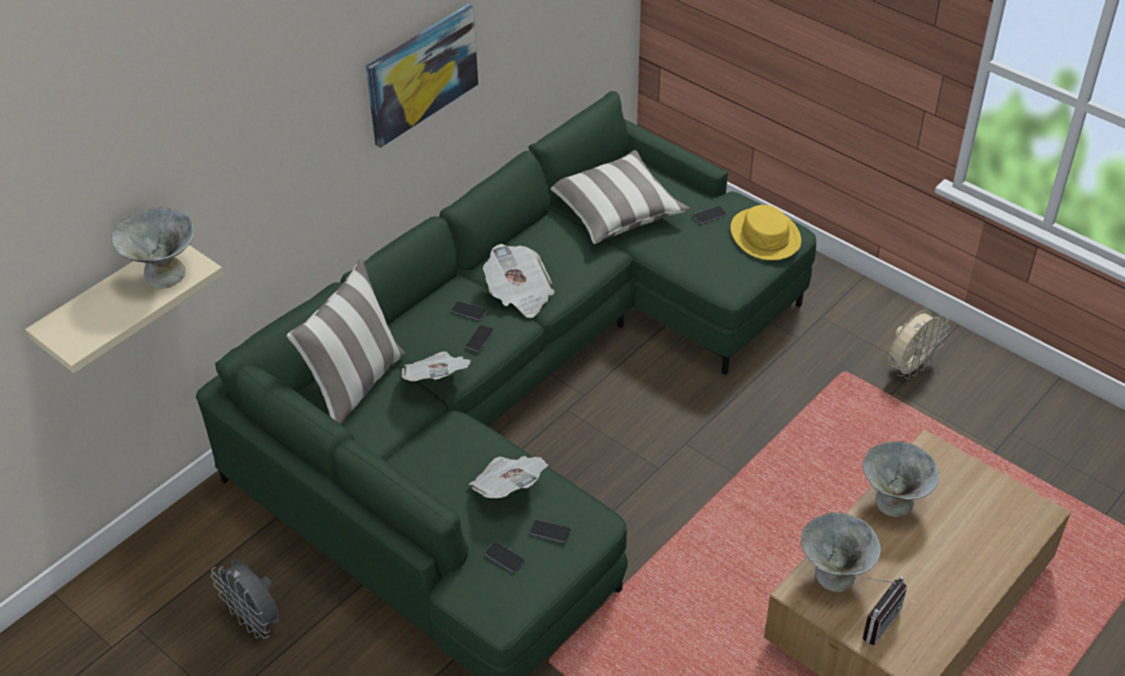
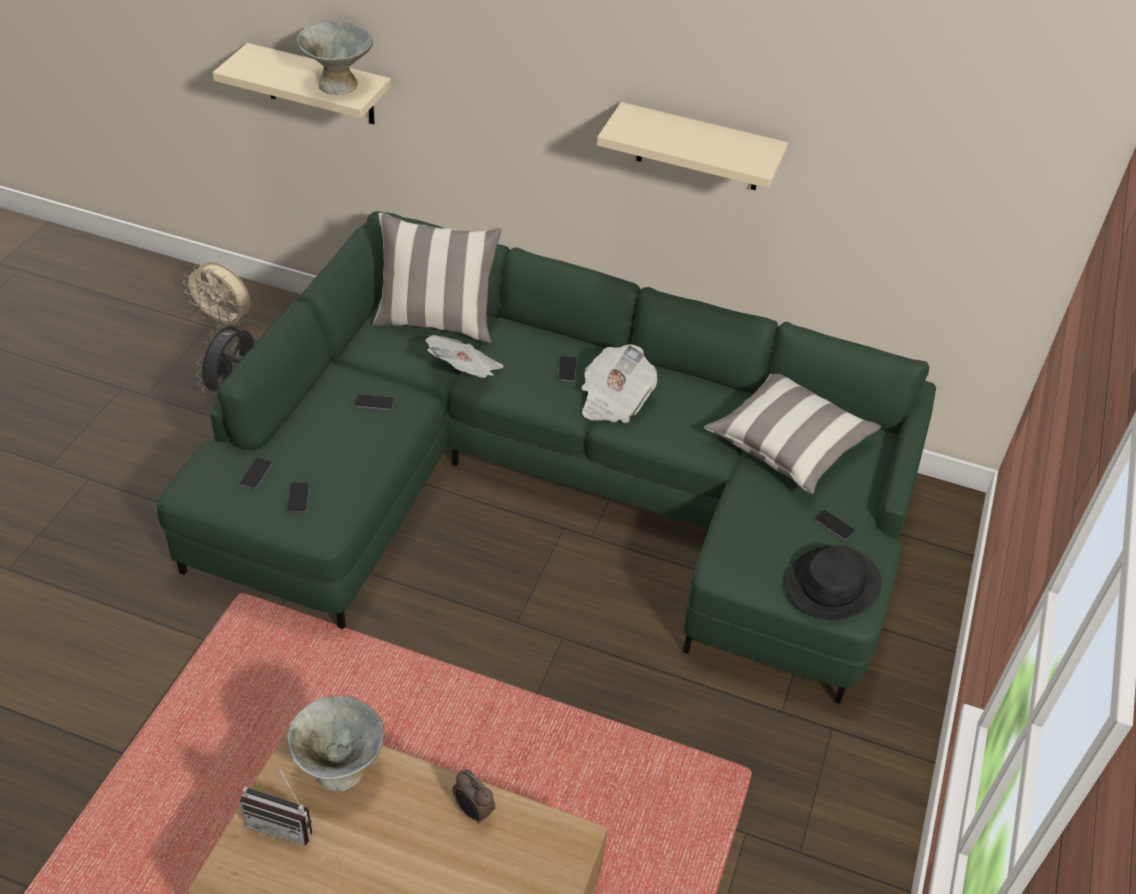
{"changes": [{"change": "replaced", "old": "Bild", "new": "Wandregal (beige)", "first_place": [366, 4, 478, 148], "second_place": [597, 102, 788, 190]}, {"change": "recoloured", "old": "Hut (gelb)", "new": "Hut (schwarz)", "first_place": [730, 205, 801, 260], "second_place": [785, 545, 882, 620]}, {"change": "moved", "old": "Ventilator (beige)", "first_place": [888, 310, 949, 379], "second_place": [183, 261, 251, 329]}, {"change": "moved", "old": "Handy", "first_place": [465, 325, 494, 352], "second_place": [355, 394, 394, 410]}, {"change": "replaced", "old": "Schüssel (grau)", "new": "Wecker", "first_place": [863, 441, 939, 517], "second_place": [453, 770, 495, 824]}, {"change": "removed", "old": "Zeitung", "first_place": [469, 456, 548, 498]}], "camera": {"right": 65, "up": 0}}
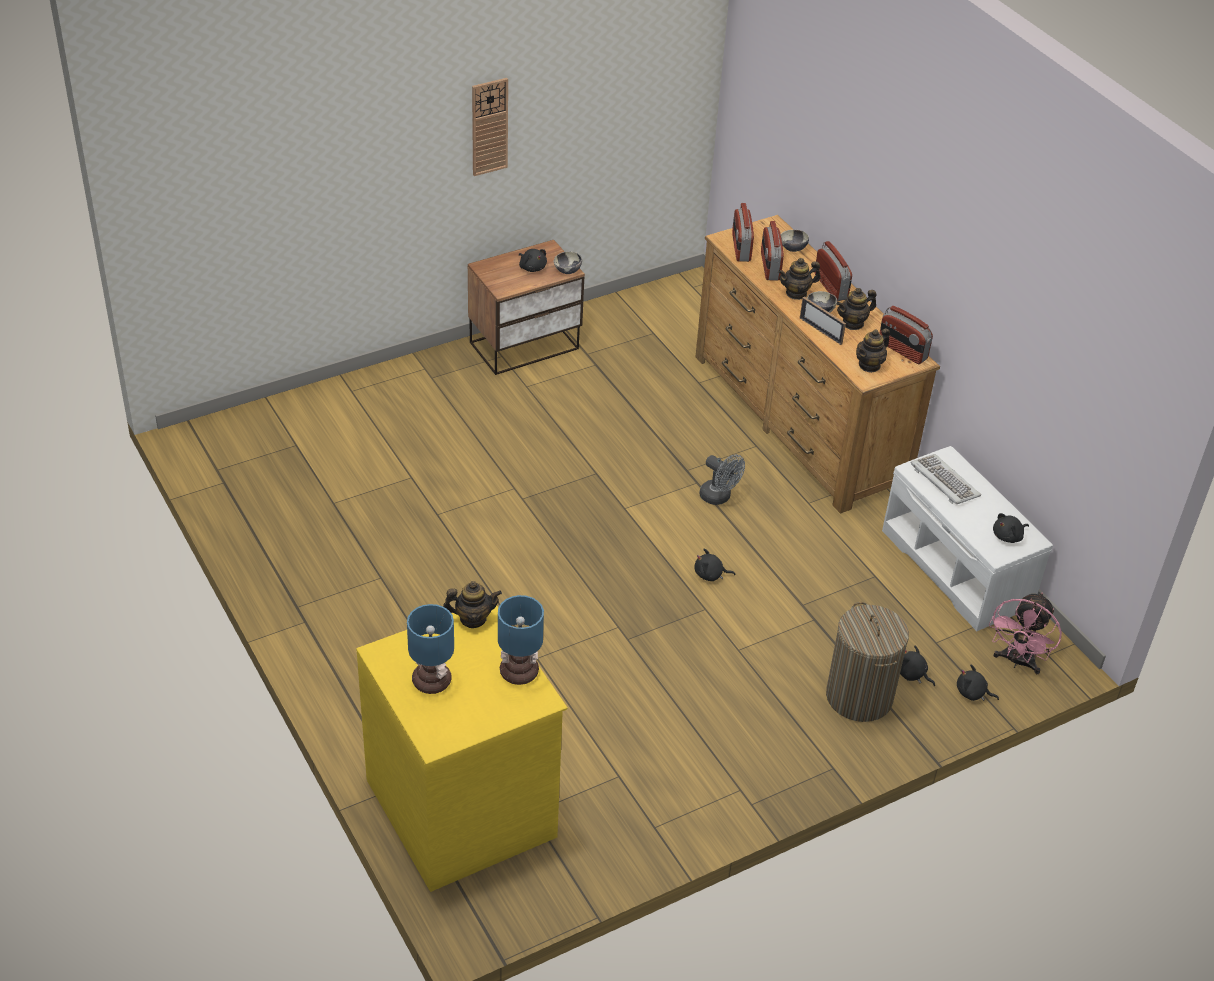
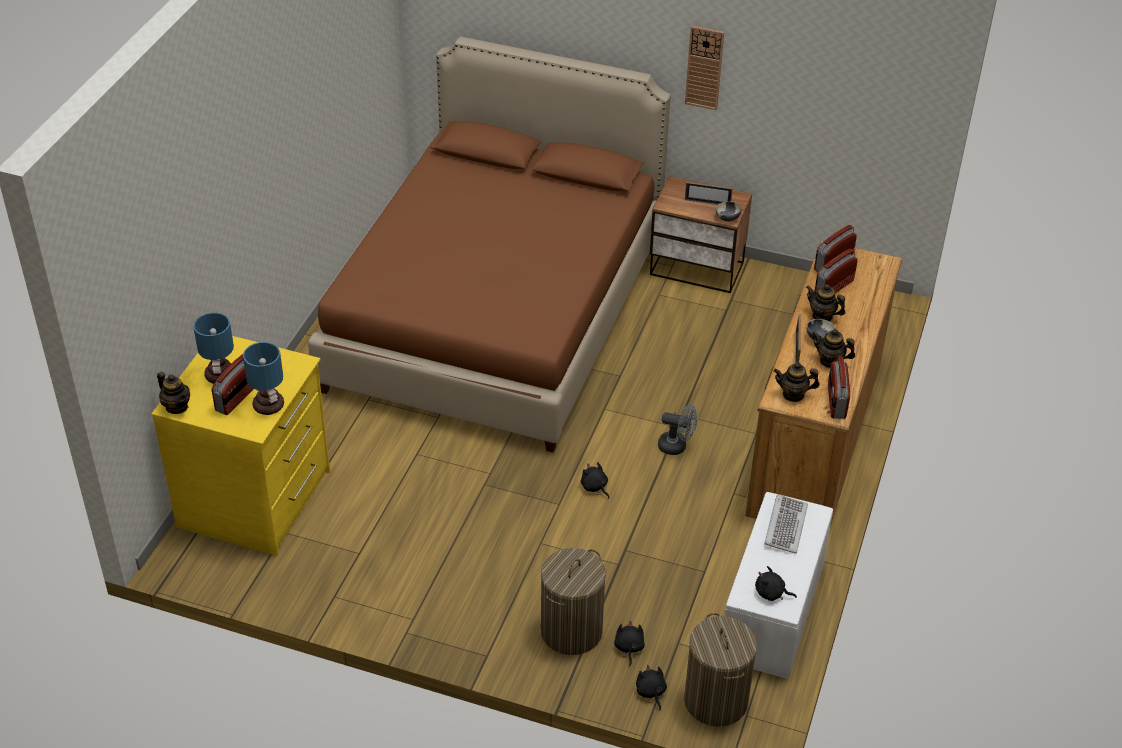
{"changes": [{"change": "removed", "old": "Schüssel", "first_place": [781, 230, 809, 252]}, {"change": "moved", "old": "Radio", "first_place": [815, 241, 852, 301], "second_place": [212, 354, 254, 415]}, {"change": "replaced", "old": "Plüschtier (schwarz)", "new": "Bilderrahmen", "first_place": [519, 249, 547, 272], "second_place": [685, 182, 732, 205]}, {"change": "turned", "old": "Ventilator (grau)", "first_place": [699, 454, 745, 505], "second_place": [658, 404, 697, 455], "degrees": -75}, {"change": "moved", "old": "Teekanne", "first_place": [443, 581, 502, 628], "second_place": [157, 372, 190, 414]}, {"change": "replaced", "old": "Ventilator (rosa)", "new": "Wäschekorb", "first_place": [989, 592, 1062, 674], "second_place": [684, 613, 757, 727]}, {"change": "added", "new": "Bett (braun)", "second_place": [308, 37, 671, 453]}], "camera": {"right": 50, "up": 0}}
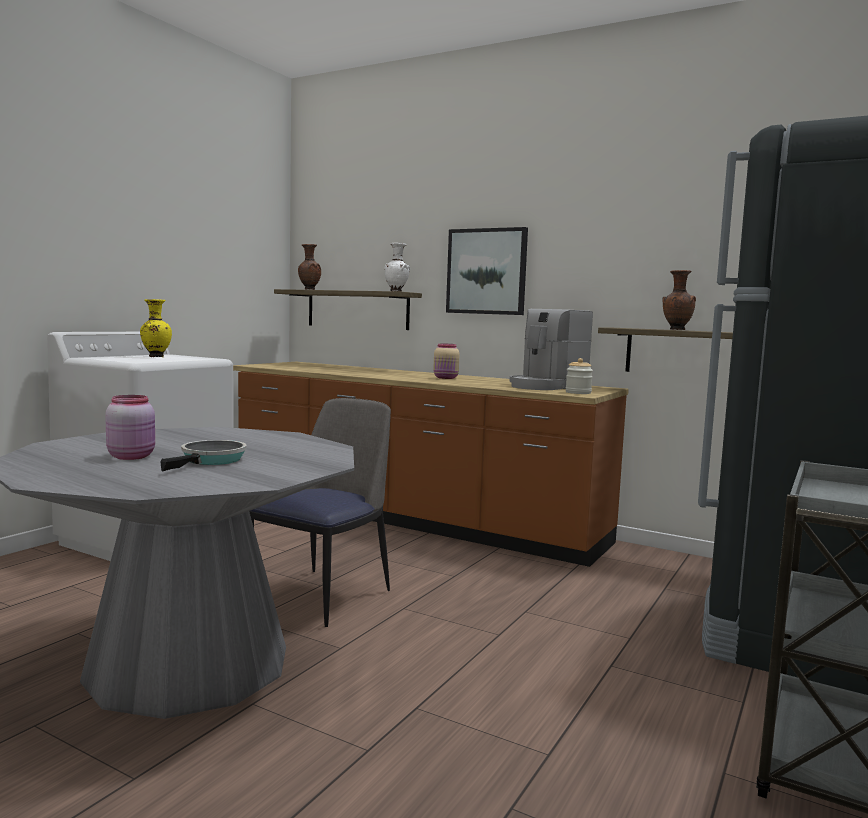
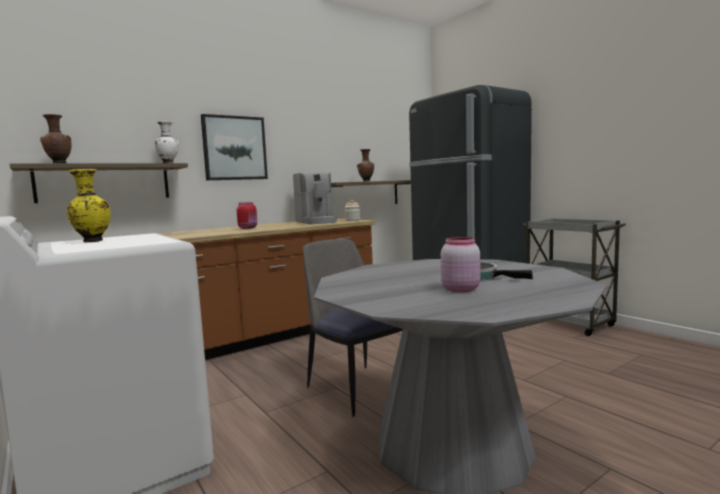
{"changes": [{"change": "recoloured", "old": "Vorratsglas (beige)", "new": "Vorratsglas (rot)", "first_place": [433, 343, 459, 379], "second_place": [237, 202, 257, 229]}], "camera": {"right": -65, "up": 0}}
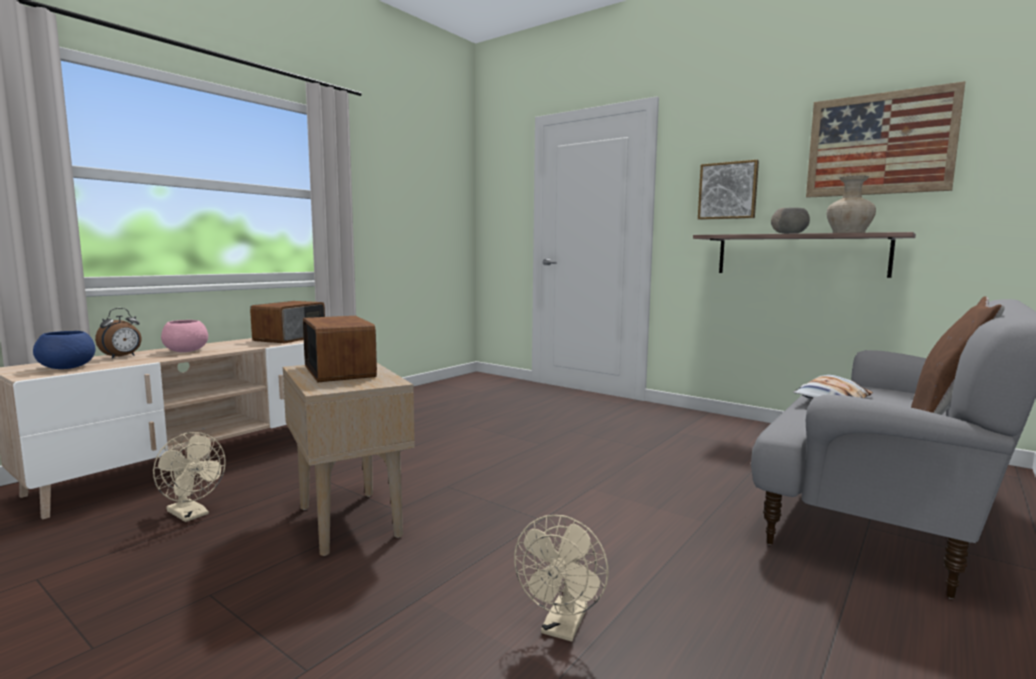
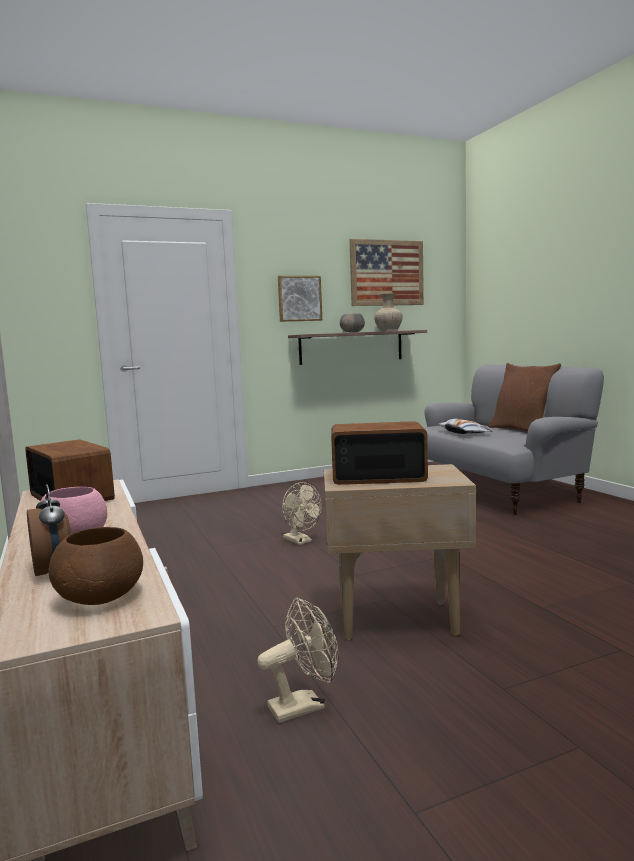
{"changes": [{"change": "recoloured", "old": "Schüssel (blau)", "new": "Schüssel (braun)", "first_place": [33, 331, 95, 369], "second_place": [48, 527, 143, 605]}, {"change": "moved", "old": "Ventilator (beige)", "first_place": [514, 515, 608, 641], "second_place": [282, 482, 322, 545]}], "camera": {"right": -60, "up": 0}}
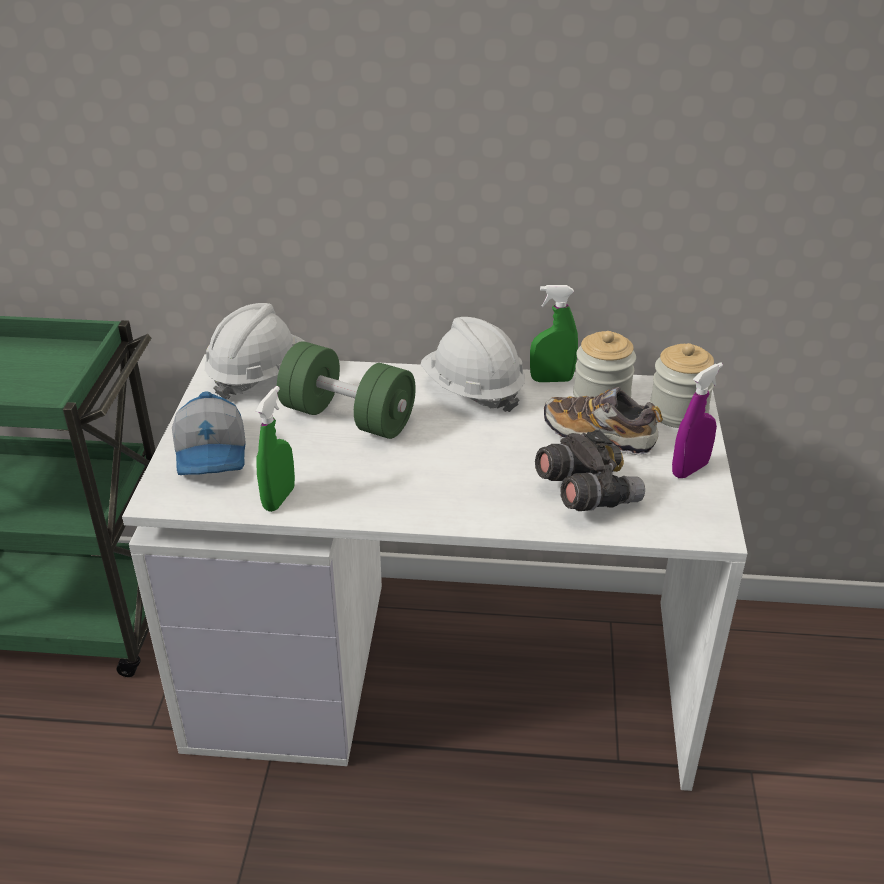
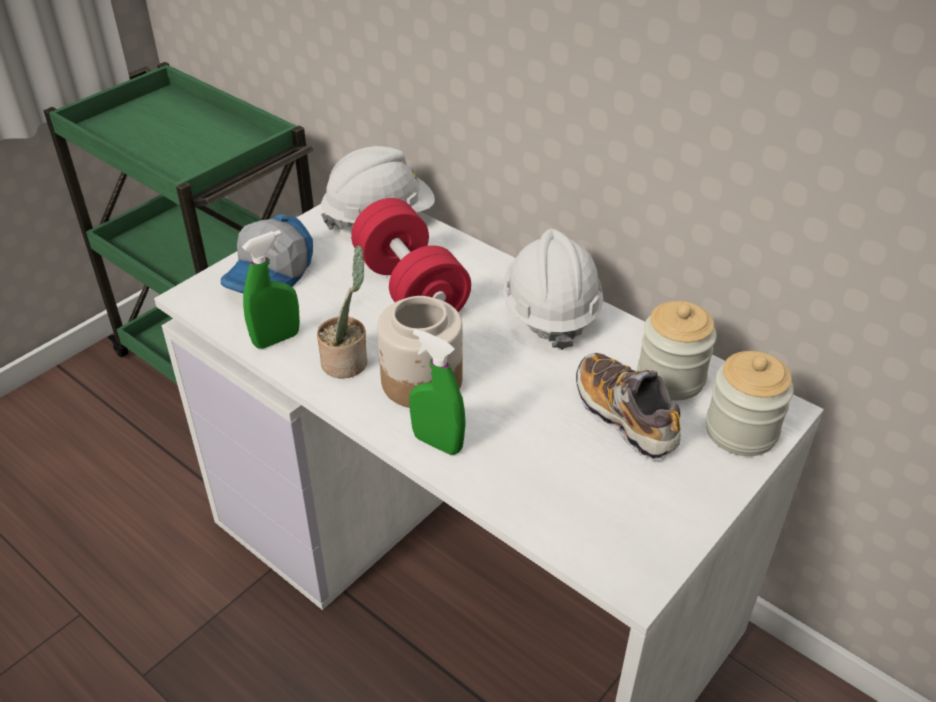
{"changes": [{"change": "moved", "old": "Sprühflasche (grün)", "first_place": [530, 285, 578, 382], "second_place": [410, 329, 466, 455]}, {"change": "recoloured", "old": "Hantel (grün)", "new": "Hantel (rot)", "first_place": [277, 341, 416, 439], "second_place": [351, 198, 471, 312]}, {"change": "removed", "old": "Sprühflasche (lila)", "first_place": [672, 362, 723, 478]}, {"change": "removed", "old": "Fernglas (grau)", "first_place": [535, 429, 645, 511]}, {"change": "added", "new": "Topfpflanze", "second_place": [317, 245, 367, 378]}, {"change": "added", "new": "Vorratsglas", "second_place": [377, 296, 463, 408]}], "camera": {"right": 35, "up": 5}}
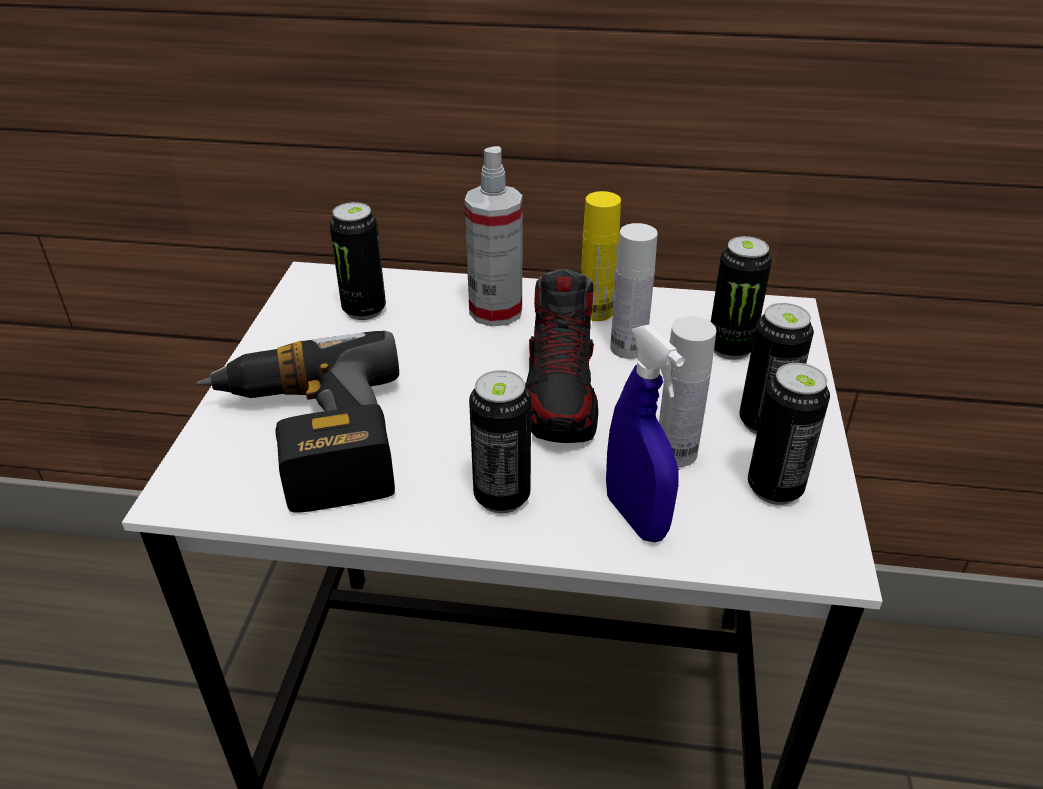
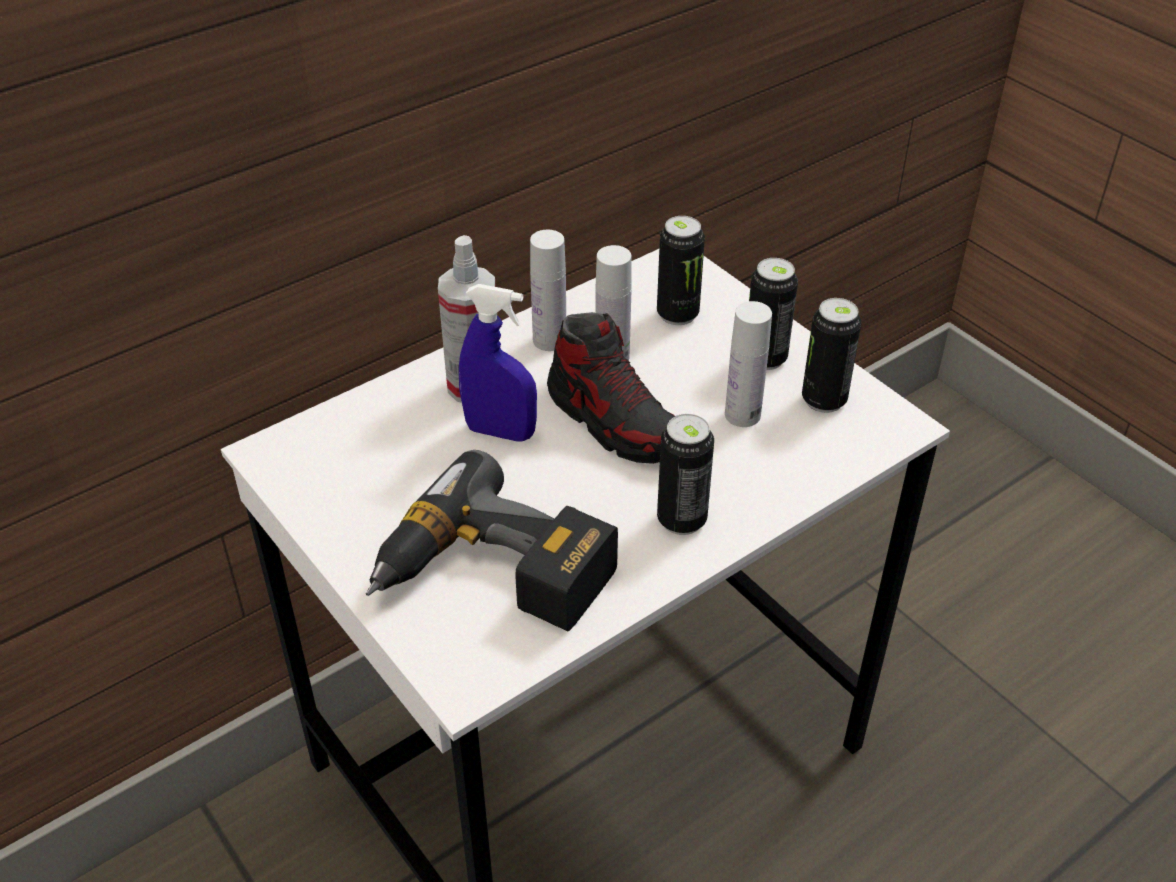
{"changes": [{"change": "recoloured", "old": "Flasche (gelb)", "new": "Flasche (weiß)", "first_place": [581, 191, 621, 321], "second_place": [530, 230, 566, 351]}, {"change": "removed", "old": "Dose", "first_place": [330, 202, 386, 320]}, {"change": "moved", "old": "Sprühflasche (blau)", "first_place": [606, 325, 685, 542], "second_place": [459, 284, 537, 442]}], "camera": {"right": -45, "up": 5}}
